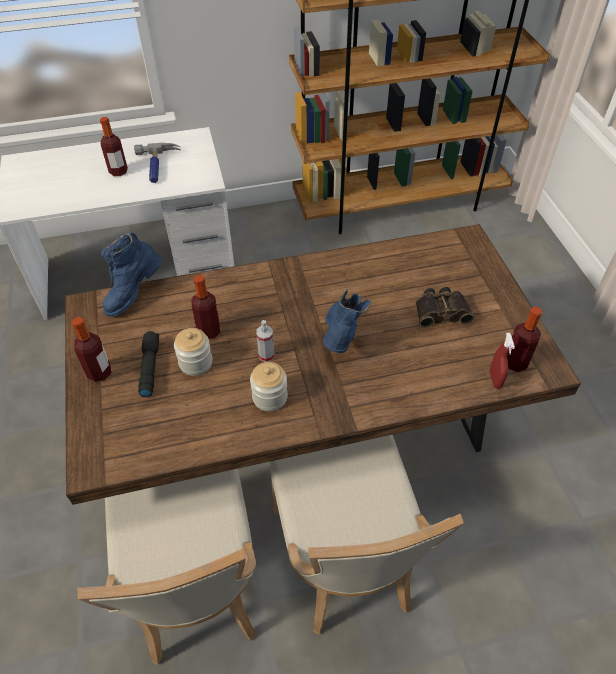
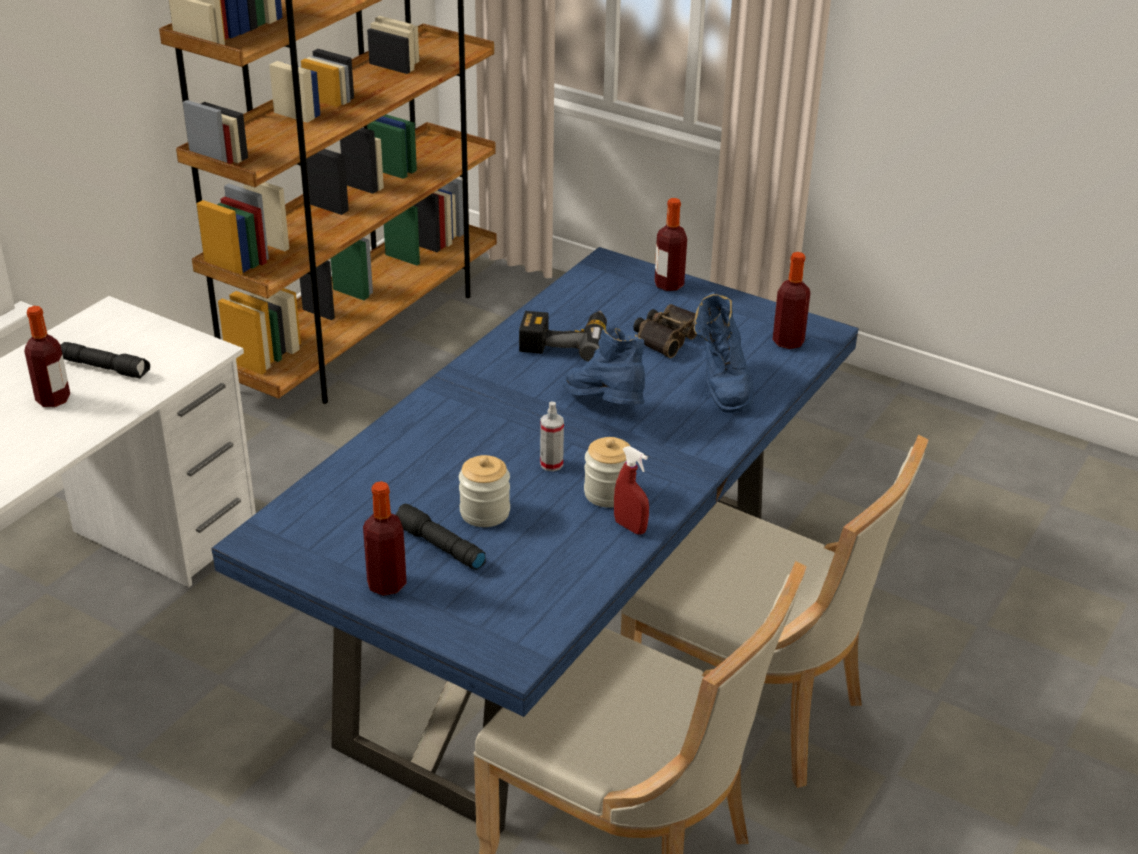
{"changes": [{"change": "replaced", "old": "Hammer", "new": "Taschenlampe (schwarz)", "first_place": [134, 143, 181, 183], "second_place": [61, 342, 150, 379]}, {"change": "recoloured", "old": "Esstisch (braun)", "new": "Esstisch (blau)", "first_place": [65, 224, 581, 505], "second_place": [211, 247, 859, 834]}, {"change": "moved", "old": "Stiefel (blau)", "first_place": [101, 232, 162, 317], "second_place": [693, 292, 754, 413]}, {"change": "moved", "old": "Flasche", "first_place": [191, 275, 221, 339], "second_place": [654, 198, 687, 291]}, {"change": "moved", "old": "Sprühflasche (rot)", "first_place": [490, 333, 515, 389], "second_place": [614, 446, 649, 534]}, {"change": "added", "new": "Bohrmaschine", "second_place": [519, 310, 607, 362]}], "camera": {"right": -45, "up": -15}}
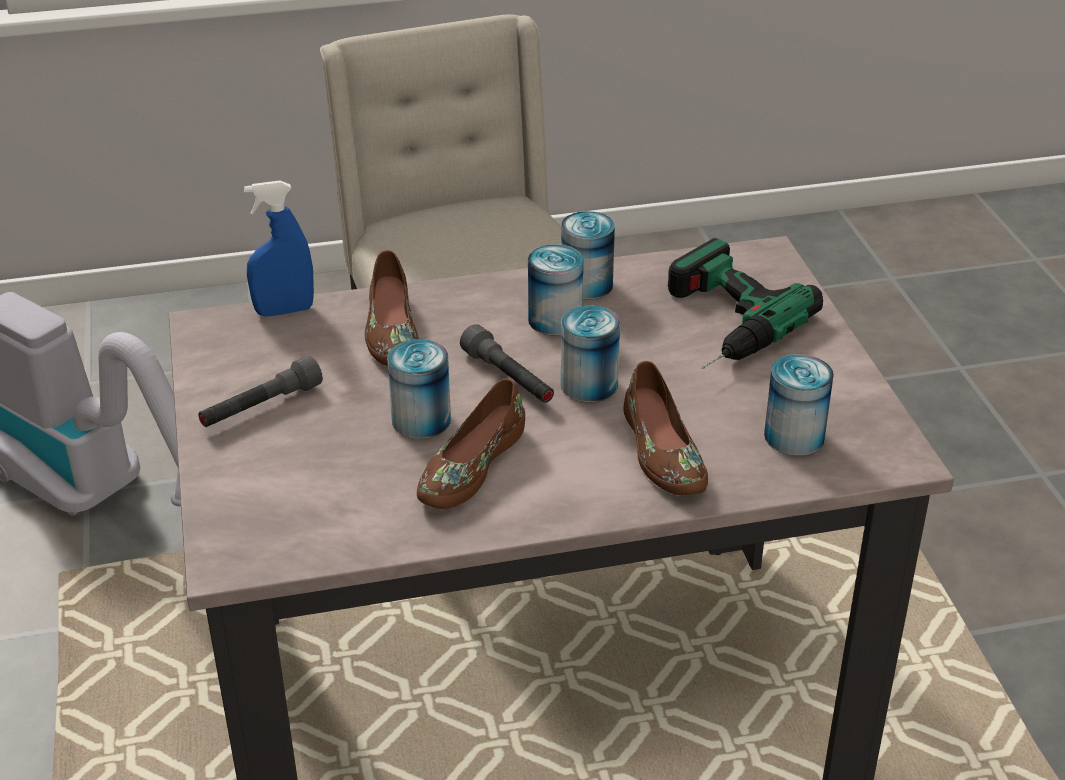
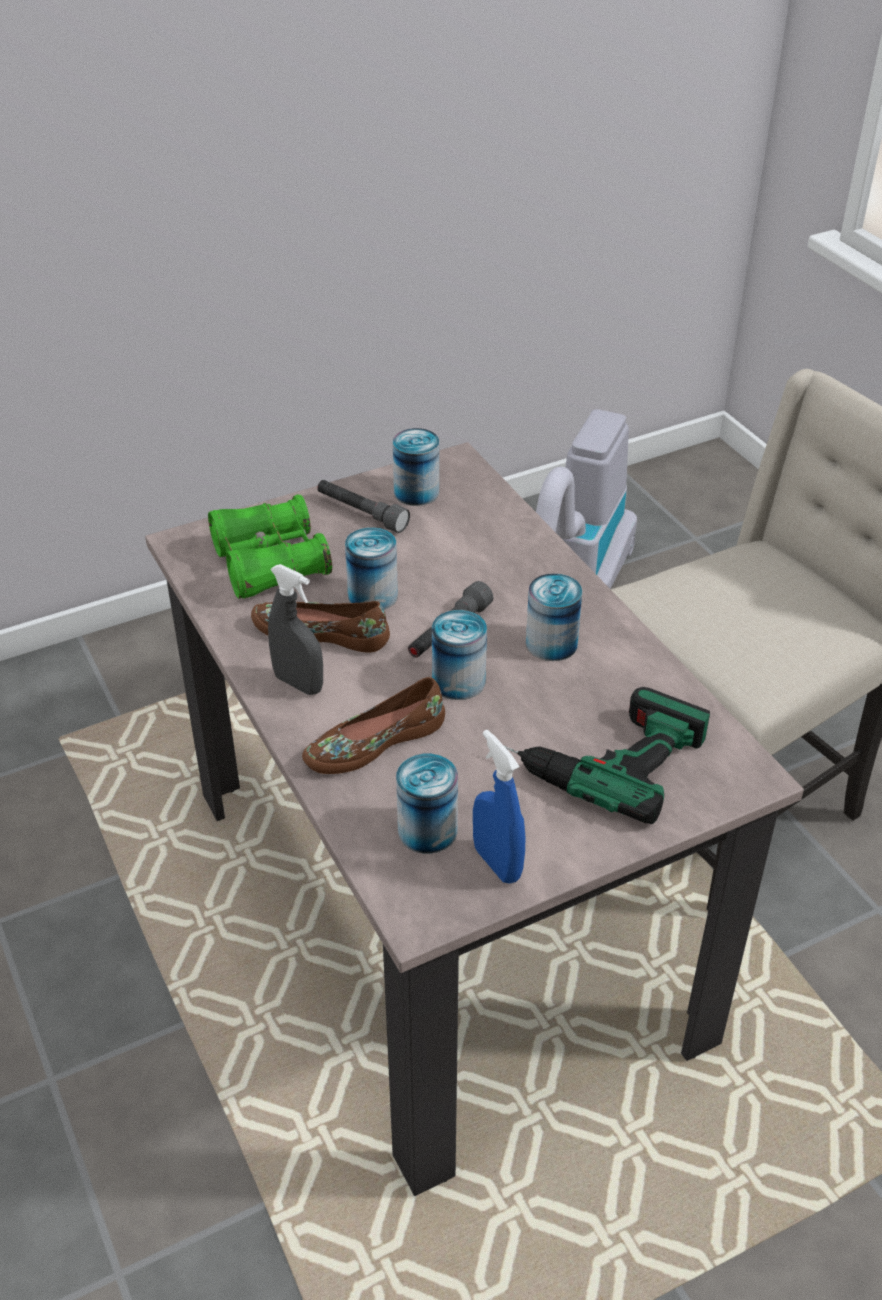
{"changes": [{"change": "moved", "old": "Sprühflasche (blau)", "first_place": [244, 180, 314, 317], "second_place": [473, 730, 525, 883]}, {"change": "moved", "old": "Dose", "first_place": [561, 211, 615, 299], "second_place": [392, 428, 439, 506]}, {"change": "removed", "old": "Schuh (braun)", "first_place": [365, 250, 419, 366]}, {"change": "added", "new": "Fernglas (grün)", "second_place": [208, 495, 332, 599]}, {"change": "added", "new": "Sprühflasche (grau)", "second_place": [268, 564, 323, 695]}], "camera": {"right": 75, "up": 5}}
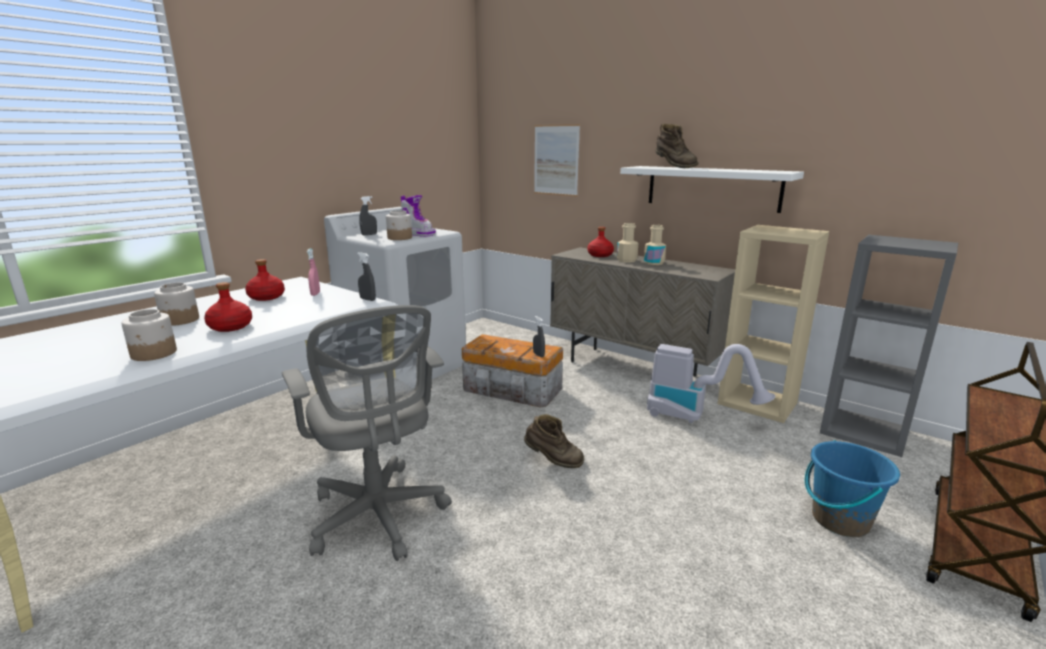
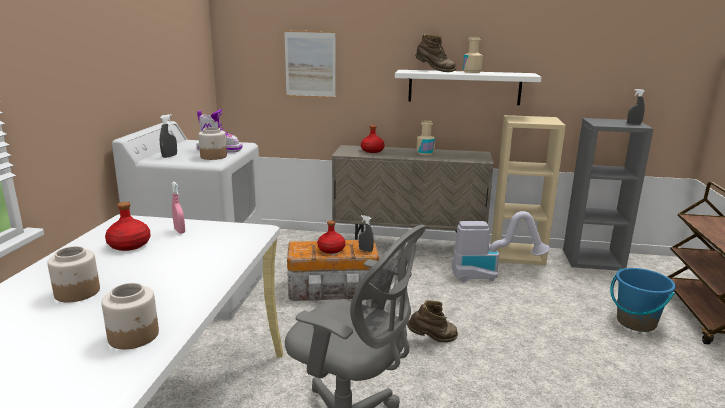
{"changes": [{"change": "moved", "old": "Flasche (beige)", "first_place": [617, 223, 638, 263], "second_place": [463, 37, 483, 73]}, {"change": "moved", "old": "Sprühflasche (grau)", "first_place": [357, 252, 376, 301], "second_place": [627, 89, 645, 125]}, {"change": "moved", "old": "Flasche (rot)", "first_place": [204, 282, 252, 332], "second_place": [317, 221, 345, 254]}], "camera": {"right": -30, "up": 0}}
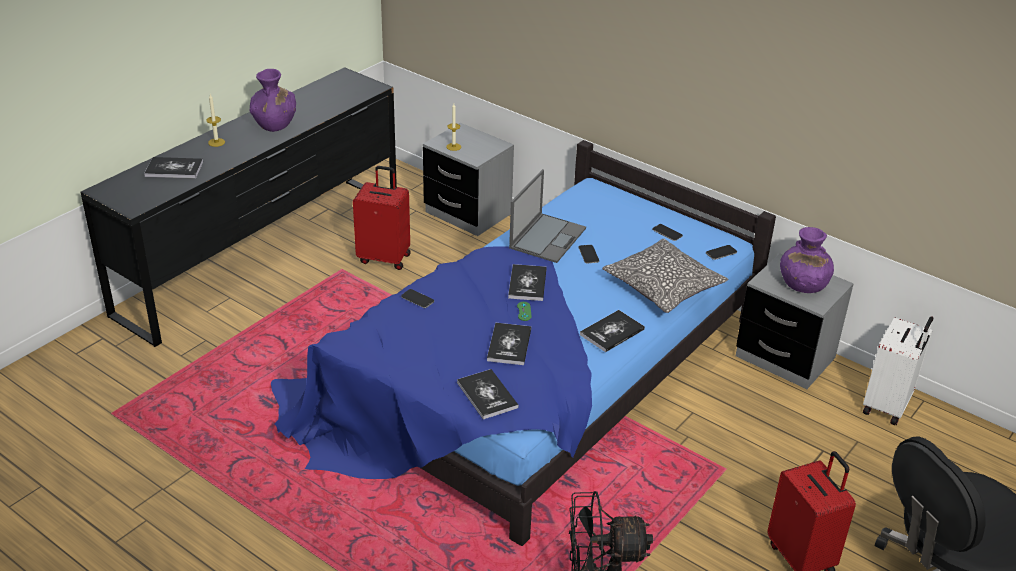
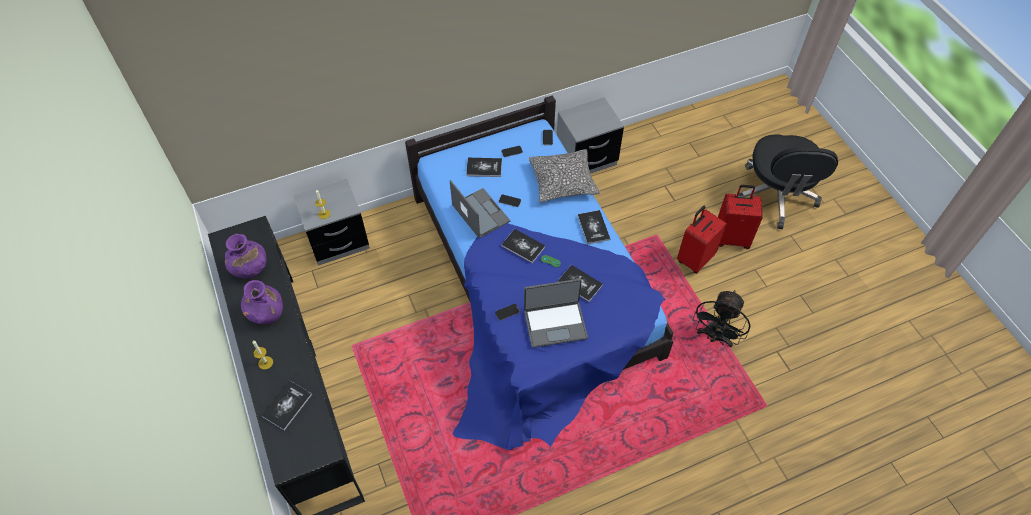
{"changes": [{"change": "moved", "old": "Koffer (rot)", "first_place": [353, 166, 411, 270], "second_place": [677, 206, 727, 274]}, {"change": "moved", "old": "Vase (lila)", "first_place": [780, 227, 834, 293], "second_place": [225, 234, 267, 279]}, {"change": "removed", "old": "Koffer (weiß)", "first_place": [863, 316, 933, 425]}, {"change": "moved", "old": "Buch", "first_place": [457, 369, 519, 419], "second_place": [466, 158, 502, 177]}, {"change": "added", "new": "Laptop", "second_place": [524, 279, 588, 348]}], "camera": {"right": -60, "up": 20}}
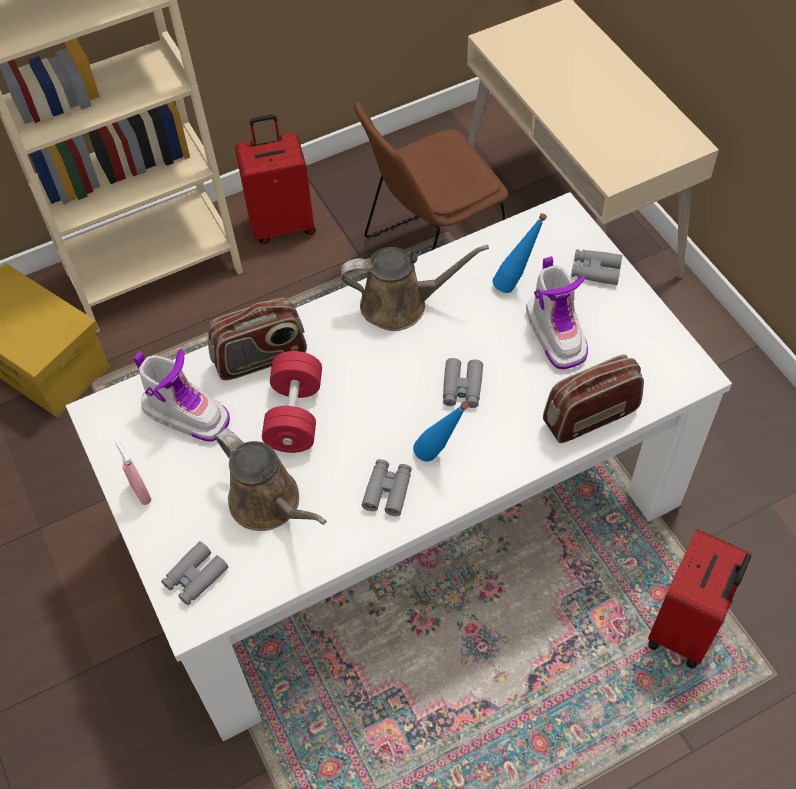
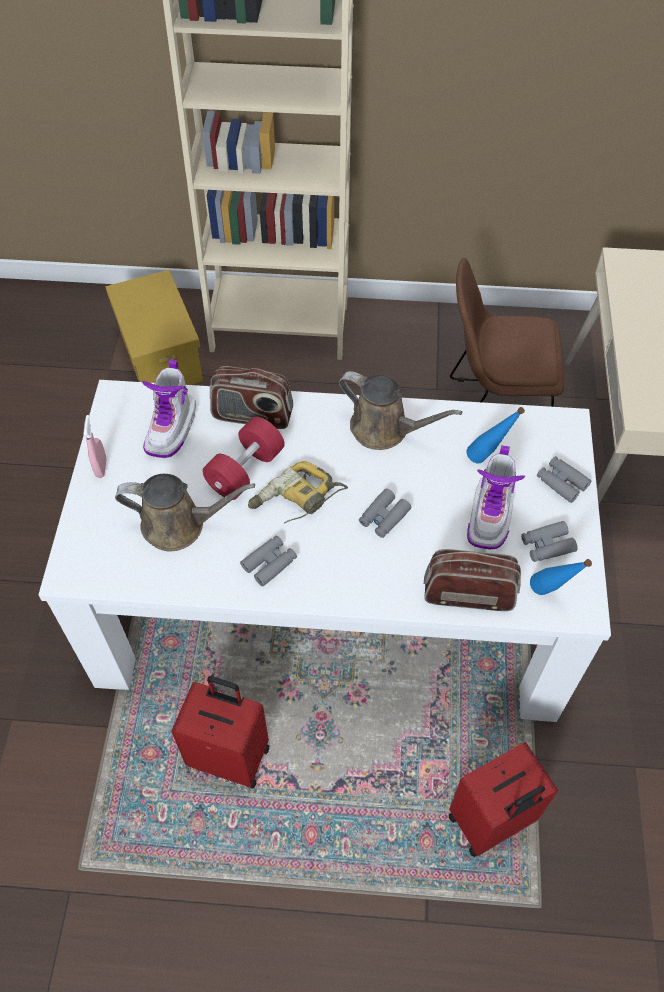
{"changes": [{"change": "moved", "old": "Koffer (rot)", "first_place": [235, 115, 316, 244], "second_place": [171, 676, 269, 789]}, {"change": "turned", "old": "Stiefel", "first_place": [134, 349, 230, 442], "second_place": [142, 359, 196, 458], "degrees": 45}, {"change": "moved", "old": "Flasche (blau)", "first_place": [413, 401, 469, 462], "second_place": [530, 559, 592, 595]}, {"change": "turned", "old": "Gießkanne (braun)", "first_place": [215, 428, 327, 531], "second_place": [115, 474, 255, 552], "degrees": -75}, {"change": "moved", "old": "Fernglas (grau)", "first_place": [161, 541, 228, 605], "second_place": [521, 521, 578, 562]}, {"change": "added", "new": "Bohrmaschine", "second_place": [248, 461, 348, 523]}], "camera": {"right": 30, "up": 0}}
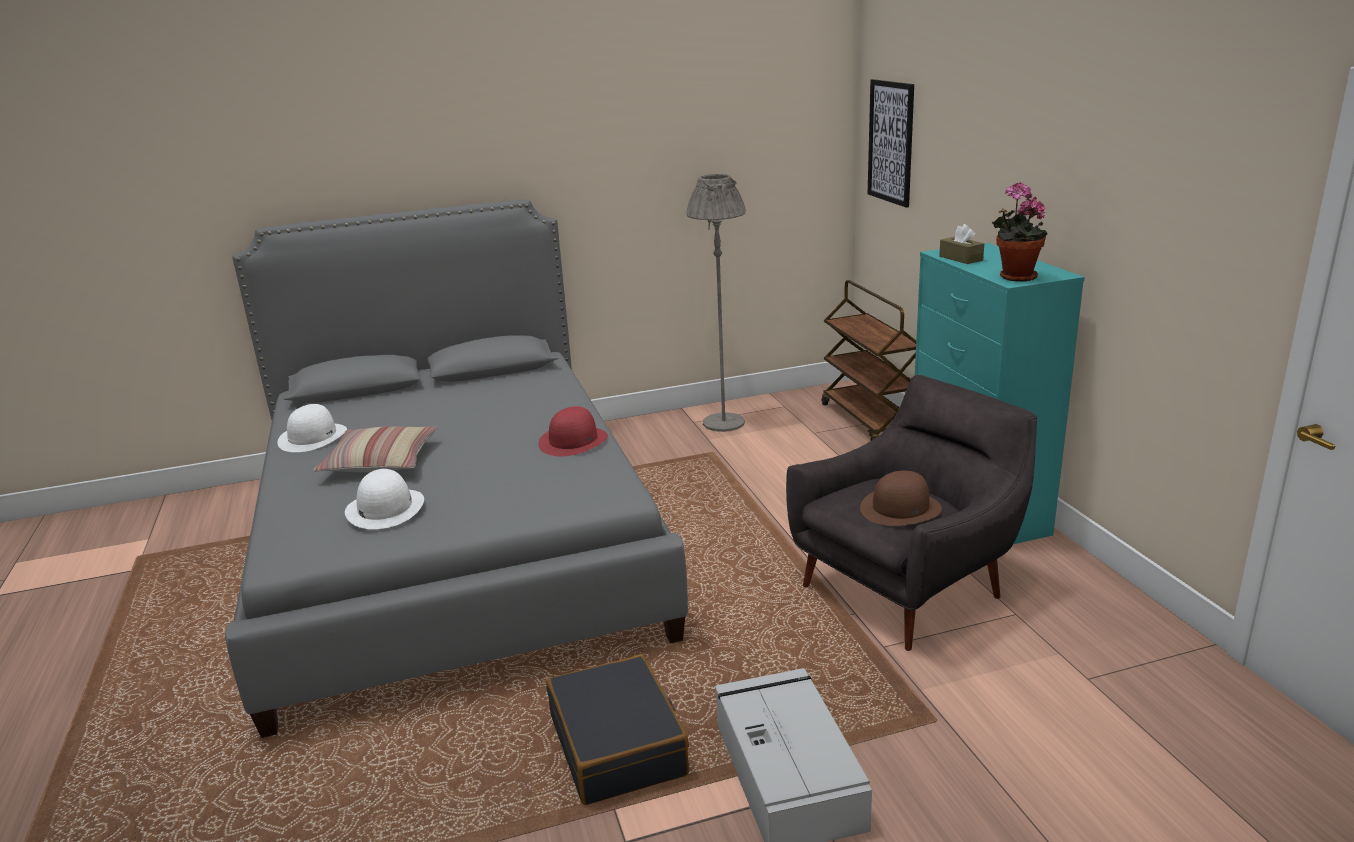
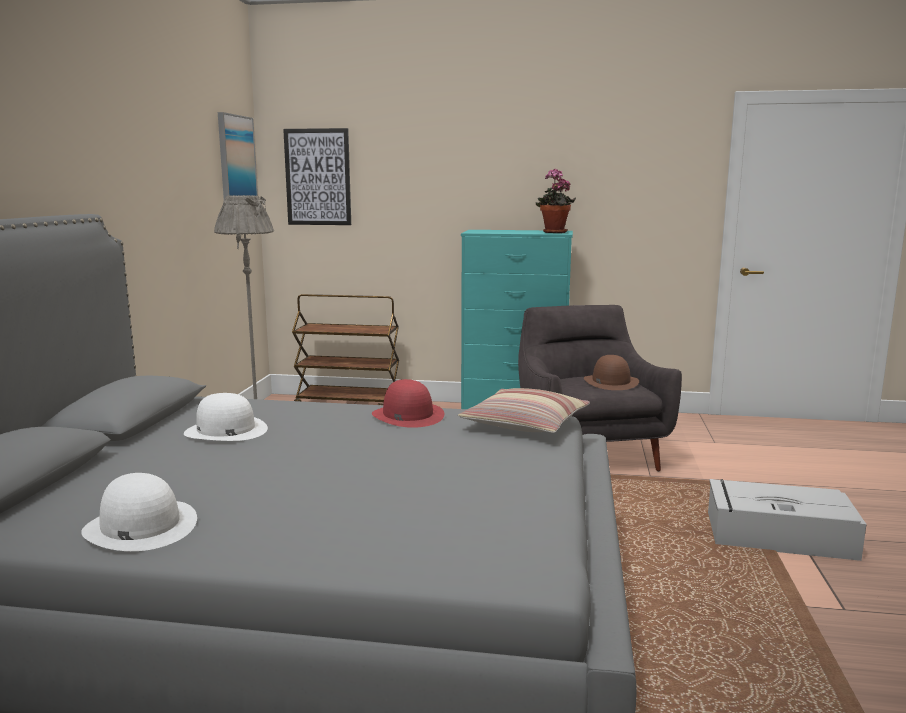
{"changes": [{"change": "removed", "old": "Taschentuchbox (braun)", "first_place": [939, 224, 984, 264]}, {"change": "moved", "old": "Kissen", "first_place": [313, 426, 438, 472], "second_place": [458, 388, 590, 433]}, {"change": "moved", "old": "Hut (weiß)", "first_place": [345, 469, 424, 529], "second_place": [184, 393, 268, 441]}, {"change": "removed", "old": "Koffer (schwarz)", "first_place": [546, 655, 689, 805]}, {"change": "added", "new": "Bild", "second_place": [218, 112, 258, 200]}], "camera": {"right": -65, "up": -10}}
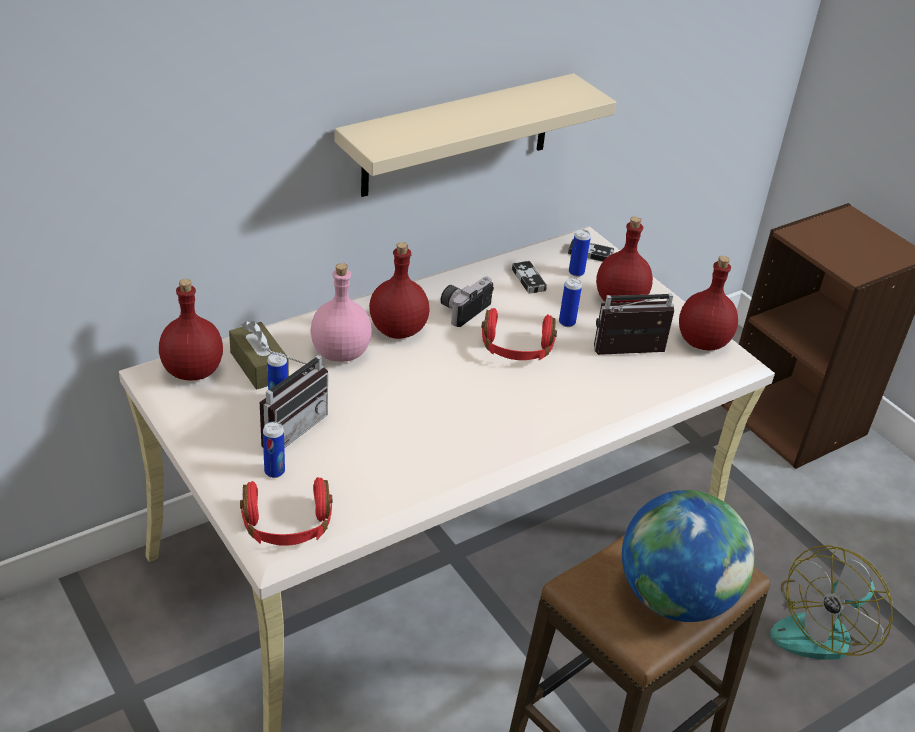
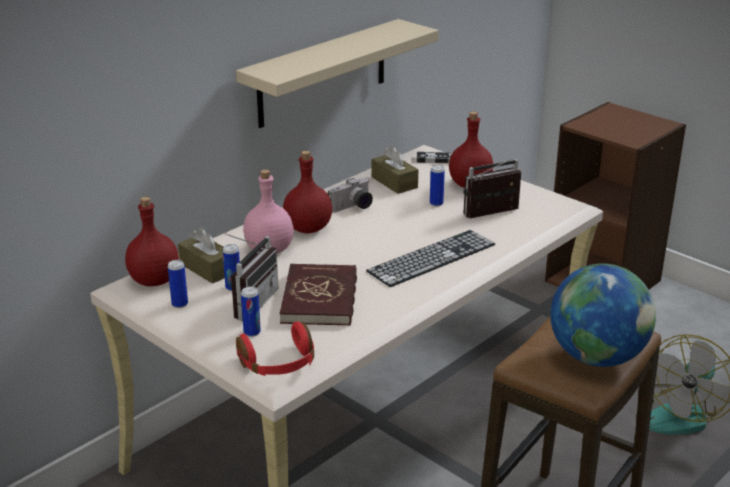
{"changes": [{"change": "moved", "old": "Dose", "first_place": [569, 229, 591, 277], "second_place": [168, 260, 188, 308]}, {"change": "removed", "old": "Flasche (rot)", "first_place": [679, 256, 738, 350]}, {"change": "replaced", "old": "Gamepad", "new": "Taschentuchbox (braun)", "first_place": [512, 261, 547, 293], "second_place": [372, 146, 418, 194]}, {"change": "turned", "old": "Kamera", "first_place": [441, 277, 494, 327], "second_place": [328, 178, 373, 213], "degrees": -150}, {"change": "removed", "old": "Kopfhörer (rot)", "first_place": [481, 308, 557, 360]}, {"change": "added", "new": "Tastatur", "second_place": [366, 230, 495, 287]}, {"change": "added", "new": "Buch (rot)", "second_place": [279, 264, 357, 326]}], "camera": {"right": -10, "up": -10}}
